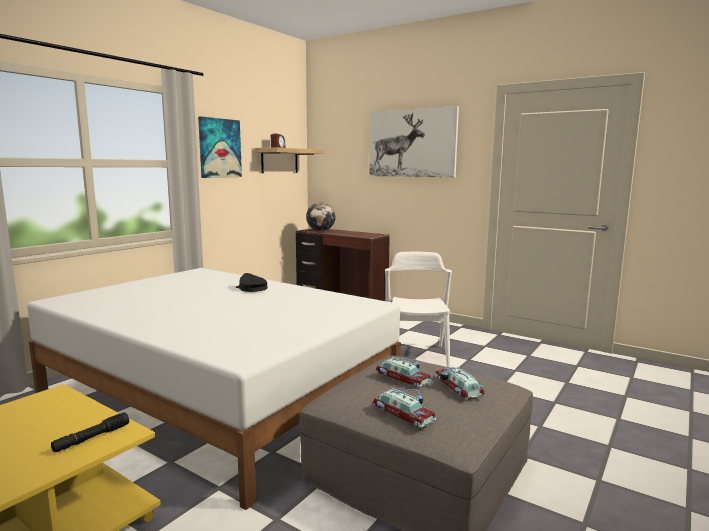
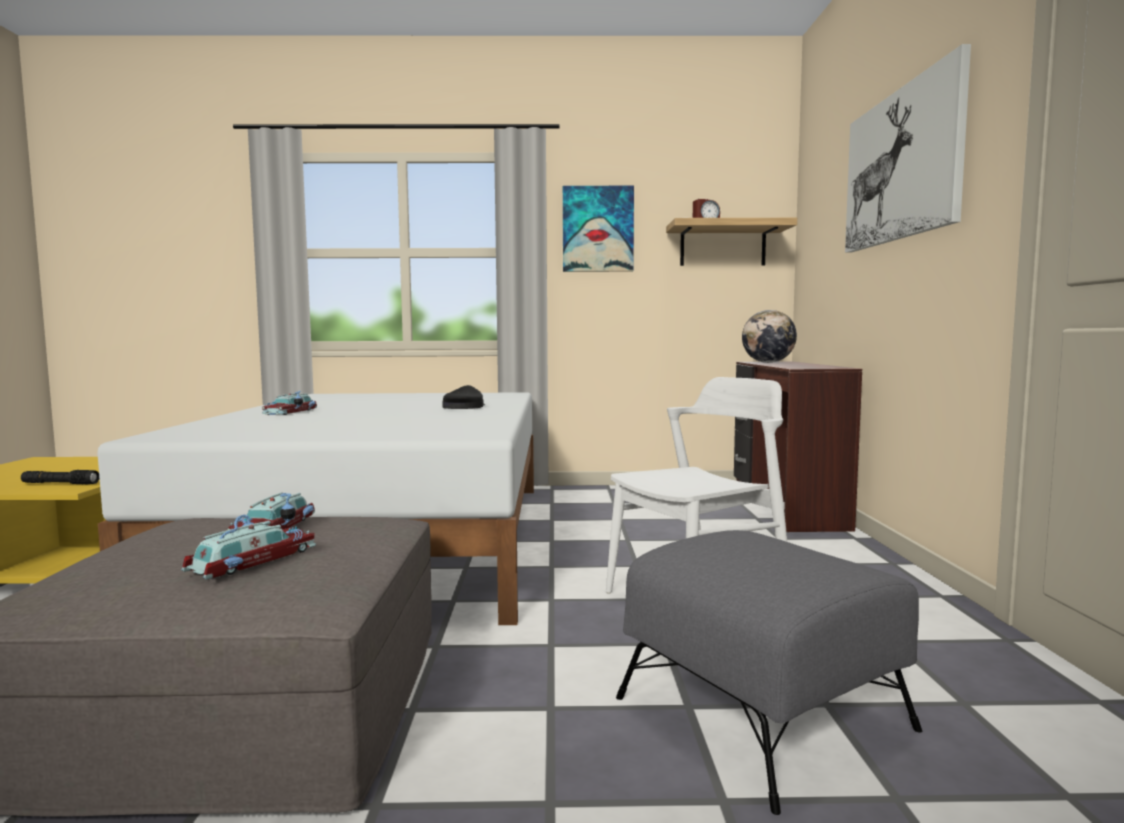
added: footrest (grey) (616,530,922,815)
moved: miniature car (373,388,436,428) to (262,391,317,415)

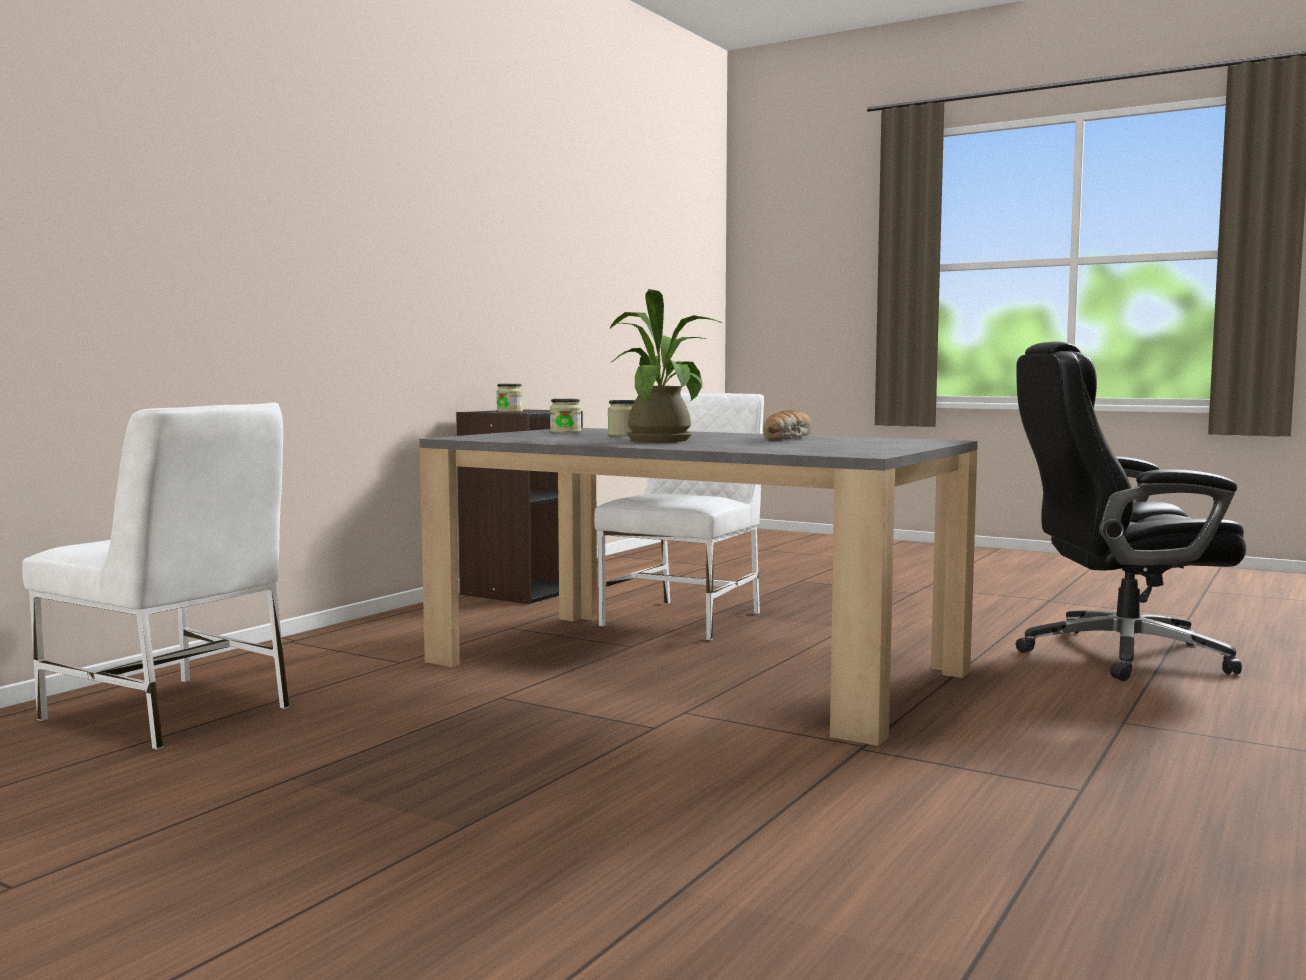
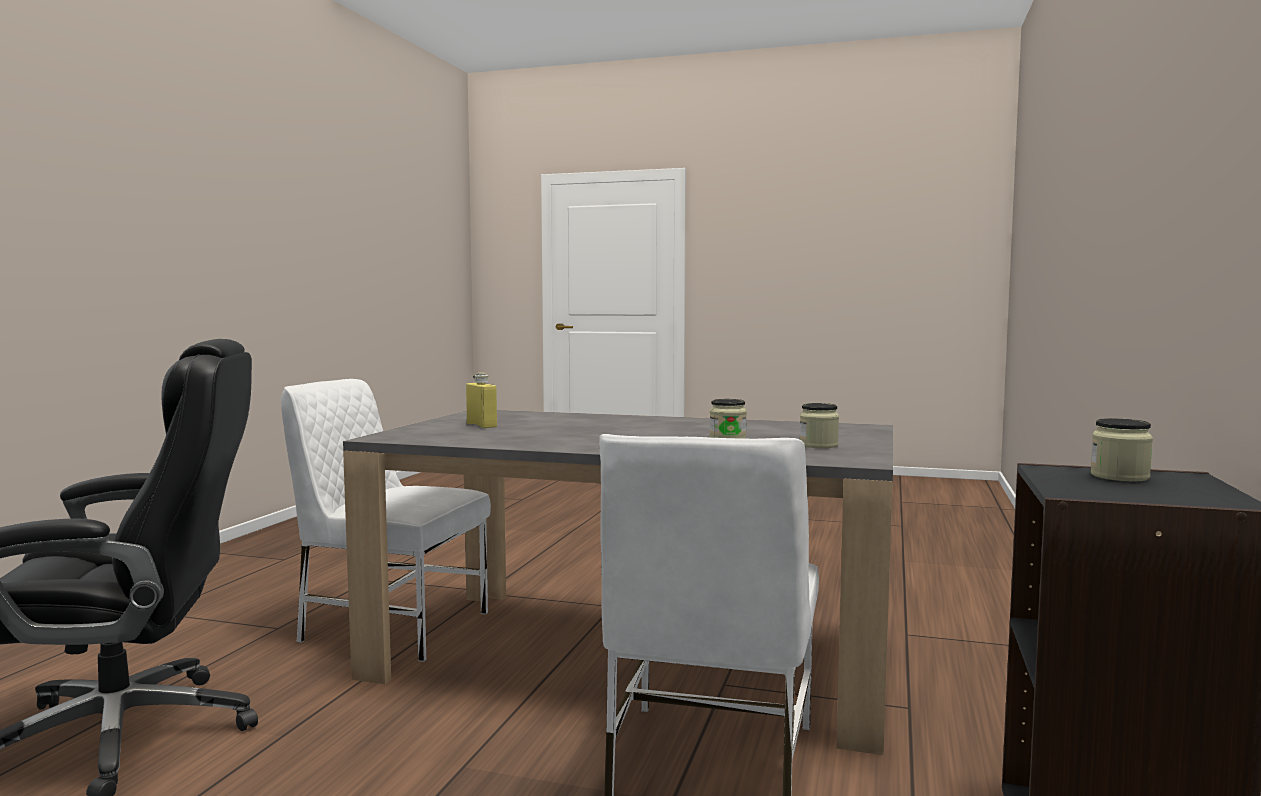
removed: plant in a pot (610,289,722,442); bakery bread (763,410,812,440)
added: beverage bottle (yellowish) (466,373,497,428)
moved: upright chair (white) (22,403,290,750) to (281,379,491,662)

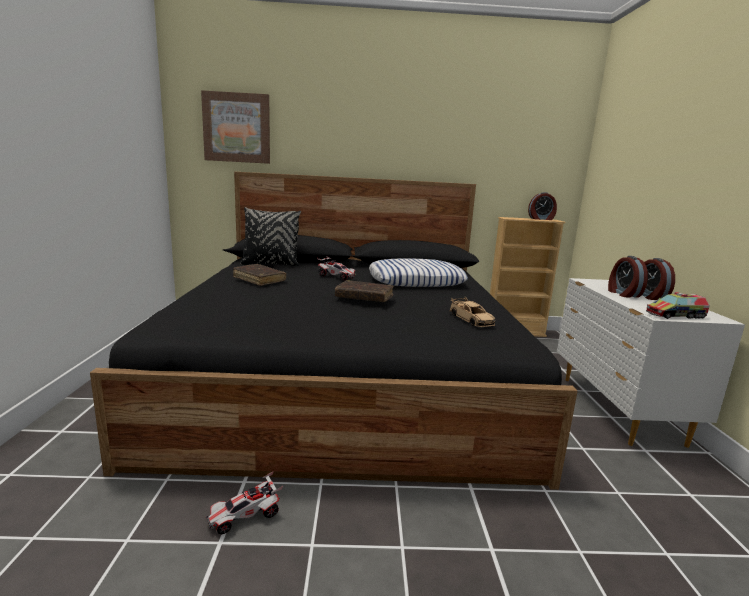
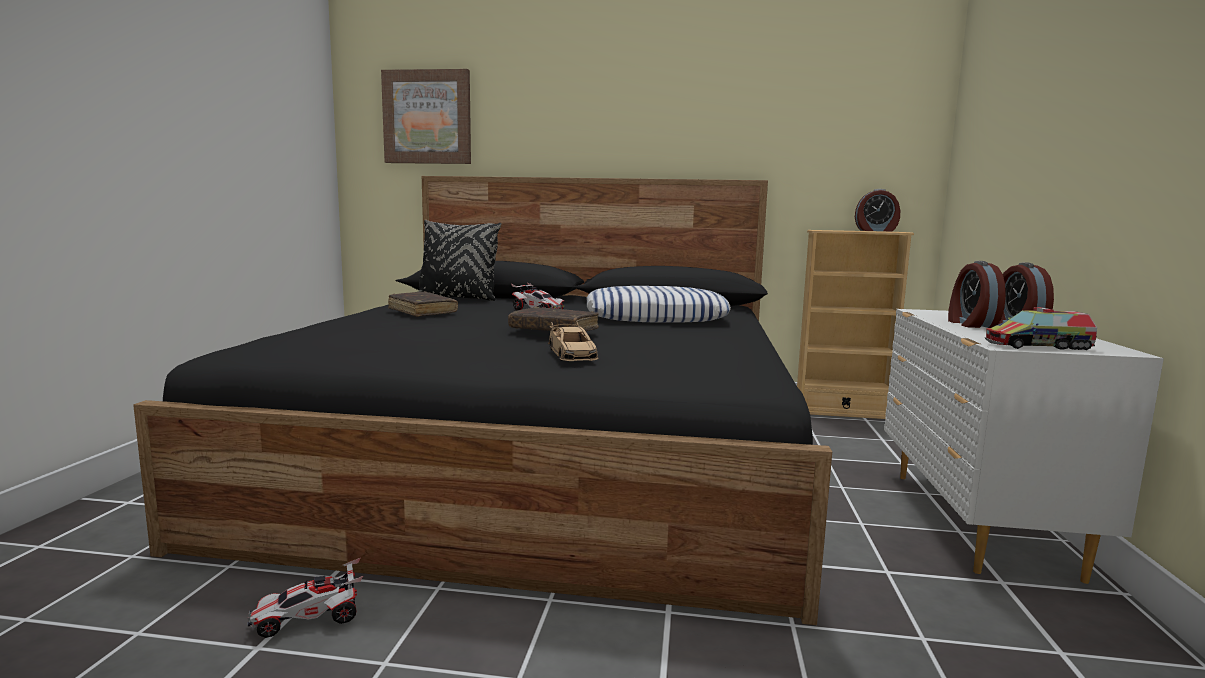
moved: miniature car (beige-coloured) (449,297,495,327) to (548,322,599,361)

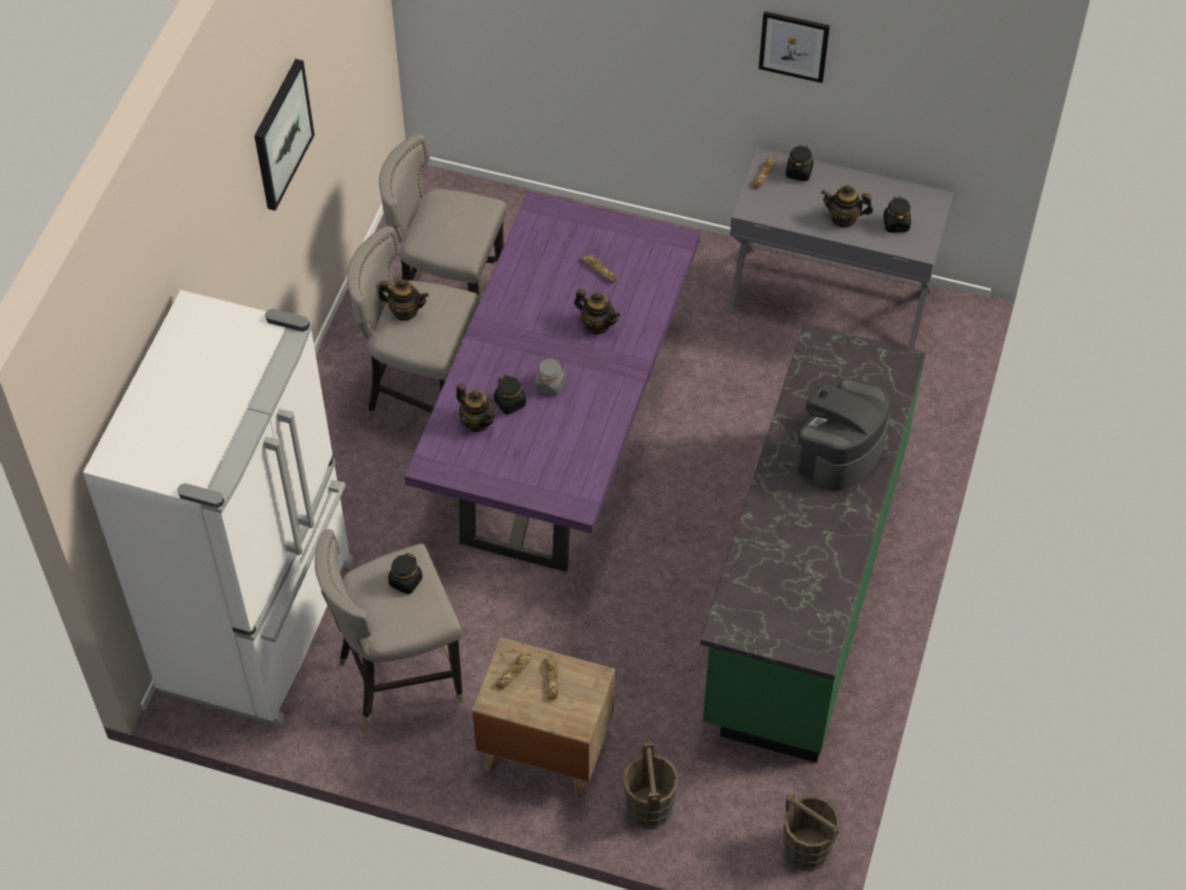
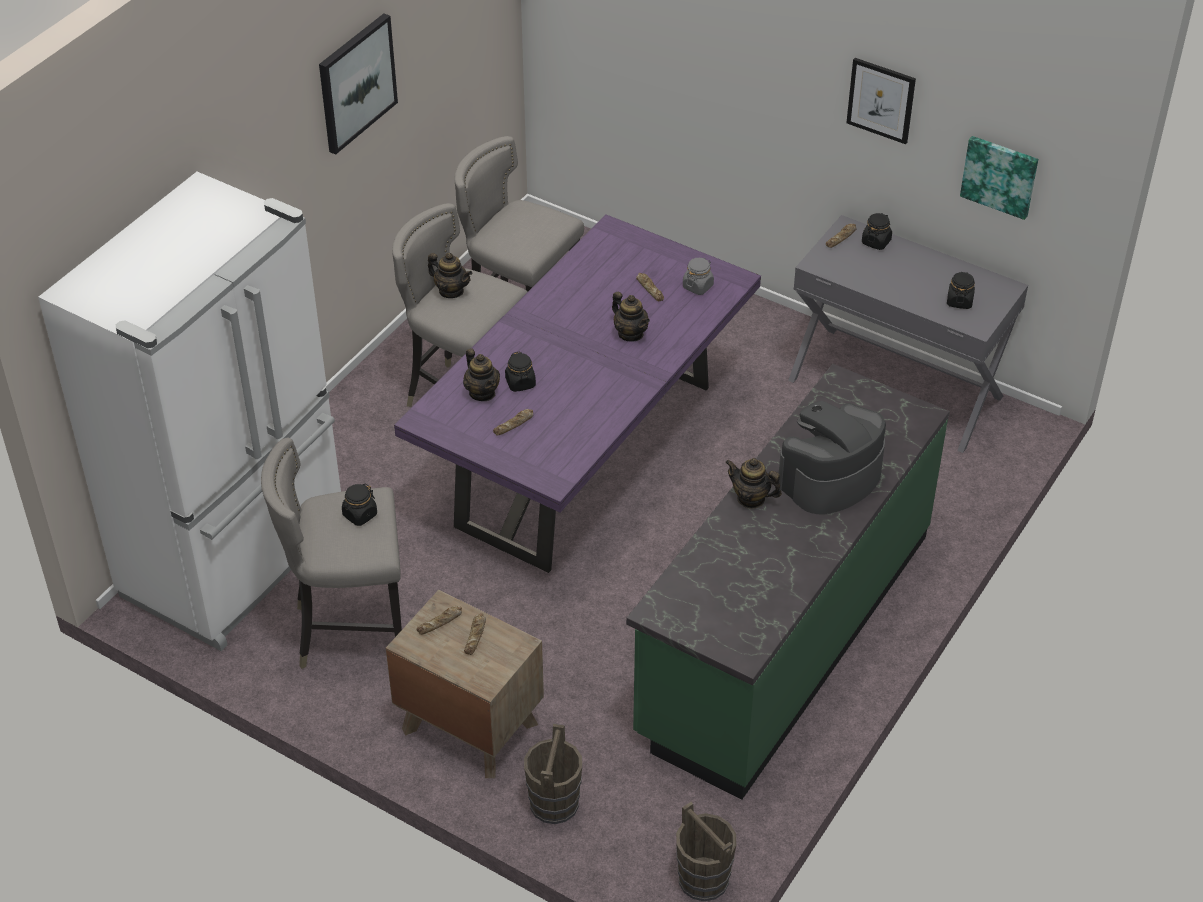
added: bakery bread (493,409,533,436); picture (960,136,1038,220)
moved: storage jar (grey) (534,357,566,396) to (683,258,714,295); tea pot (821,185,873,228) to (725,458,782,509)

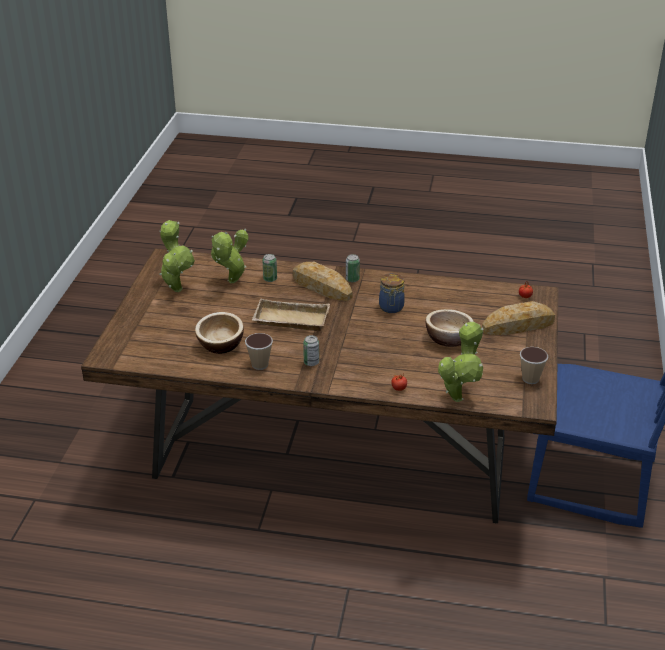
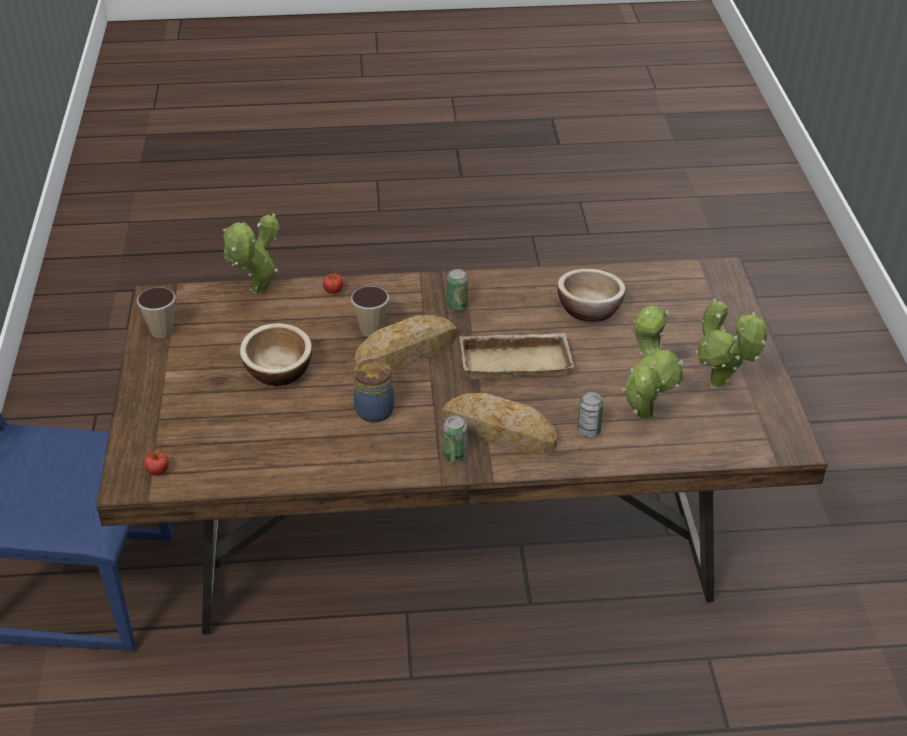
moved: drinking cup (245,333,273,370) to (351,286,389,337); bakery bread (482,301,555,335) to (355,315,457,370)

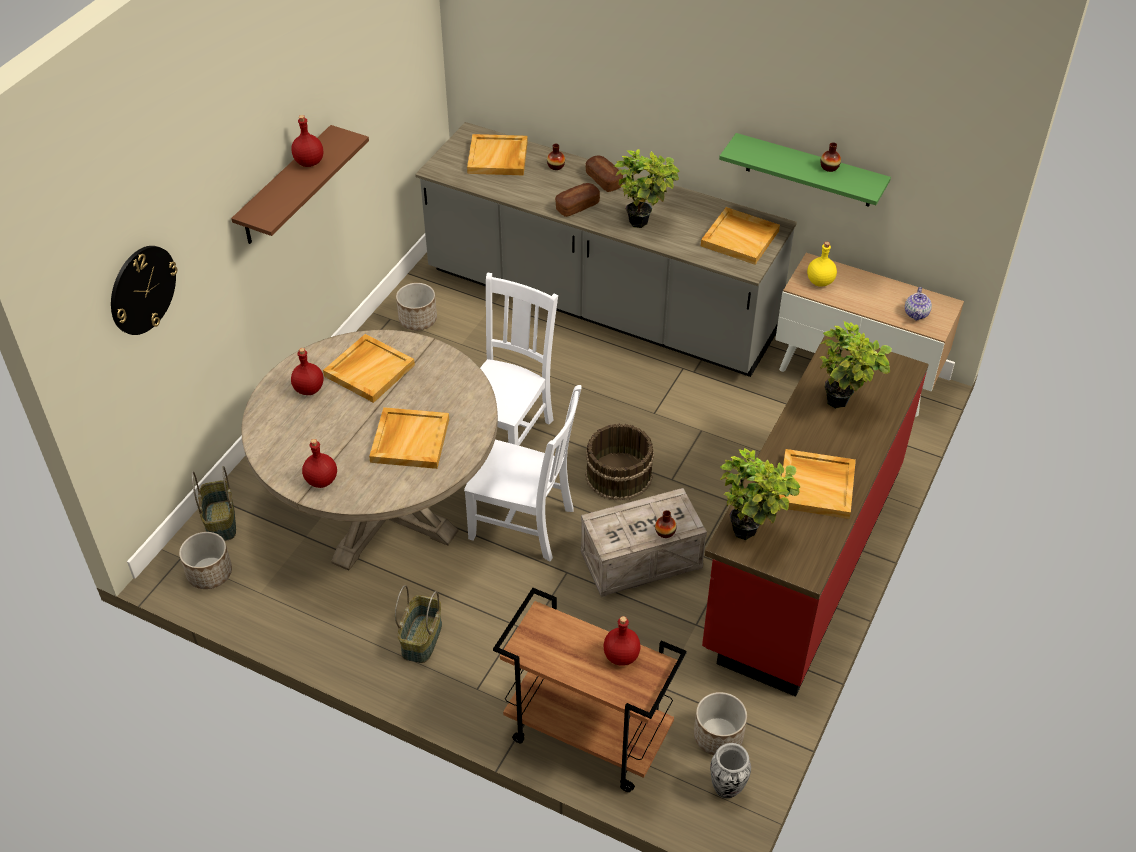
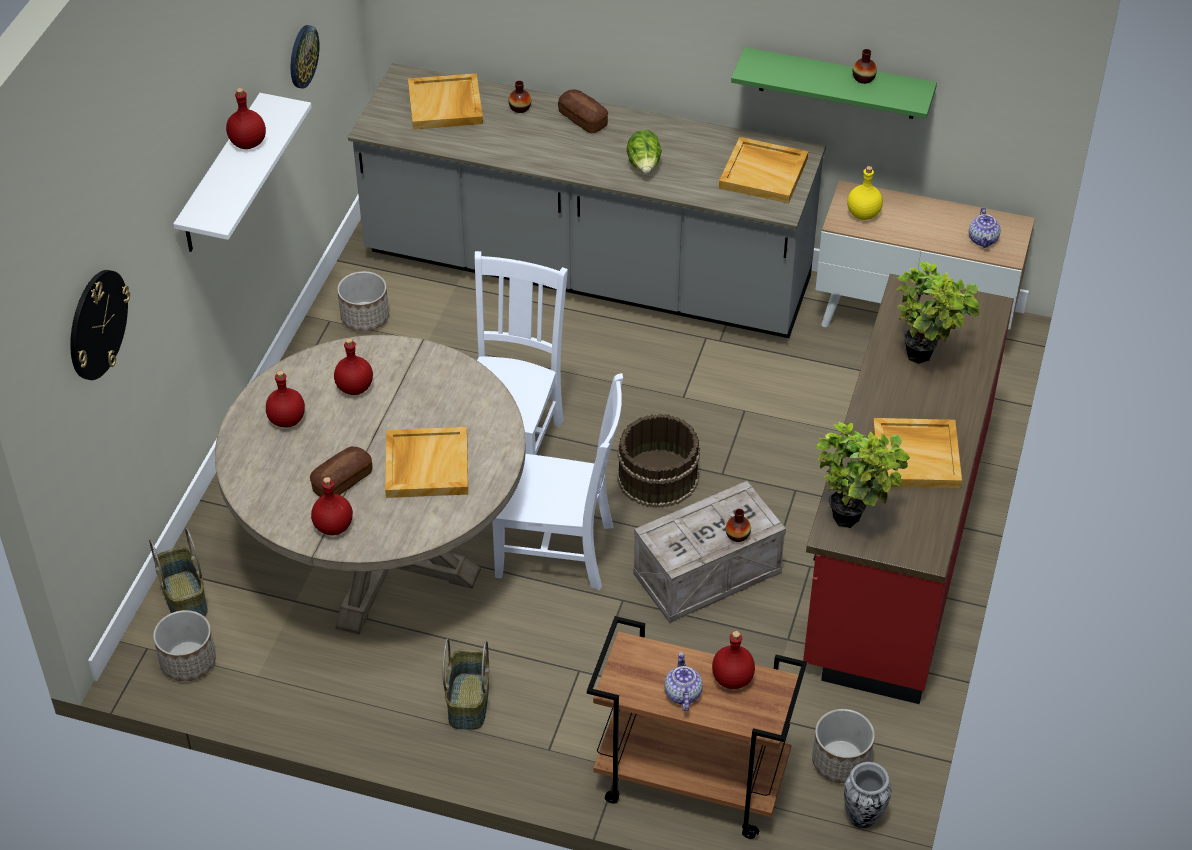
added: wall clock (291,25,320,89); tea pot (664,652,703,711)
moved: bakery bread (555,183,600,217) to (310,447,373,497)
replaced: serving tray (beige-coloured) (323,334,415,403) to beverage bottle (red) (334,338,373,395); plant in a pot (614,149,680,228) to lettuce head (627,130,662,173)
recoloured: shelf (brown-coloured) (231,125,369,244) to shelf (white) (173,93,312,252)

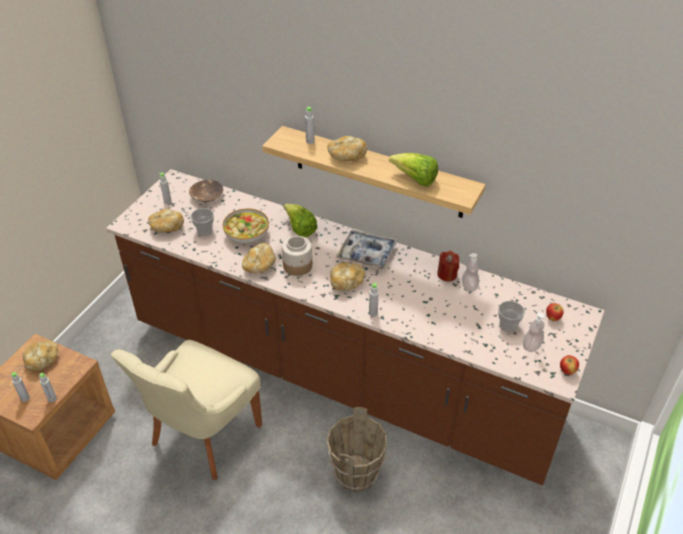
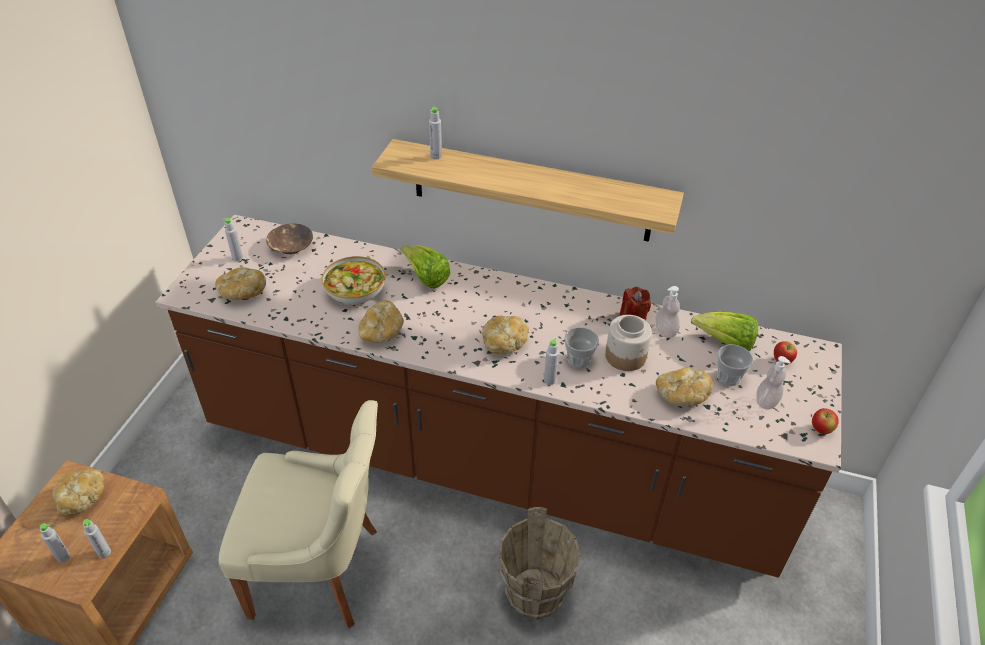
removed: serving tray (336,230,397,270)
moved: drinking cup (191,208,214,236) to (565,327,599,368); storage jar (282,236,312,276) to (605,315,652,371); bakery bread (328,136,367,161) to (656,368,713,406); lettuce head (389,153,438,187) to (691,312,758,351)
turned: upright chair (beige-coloured) (110,340,262,480) = (219,400,378,628) 105 degrees counterclockwise

